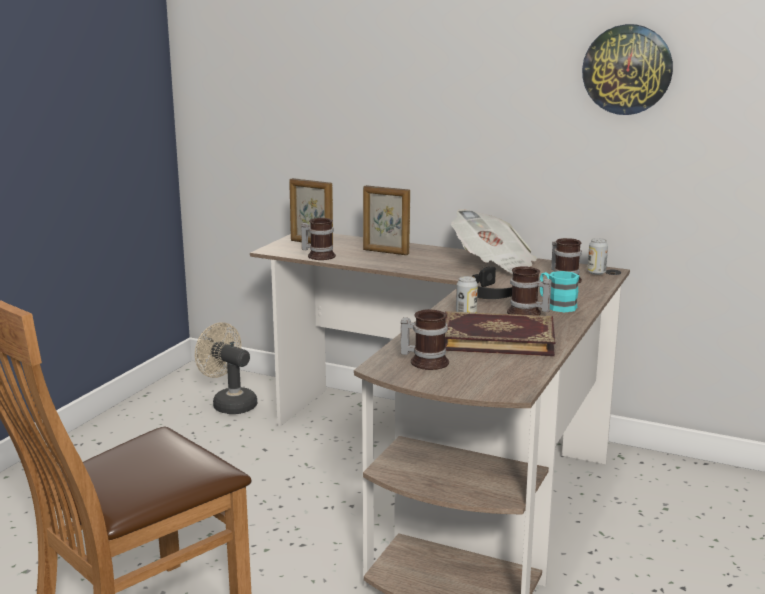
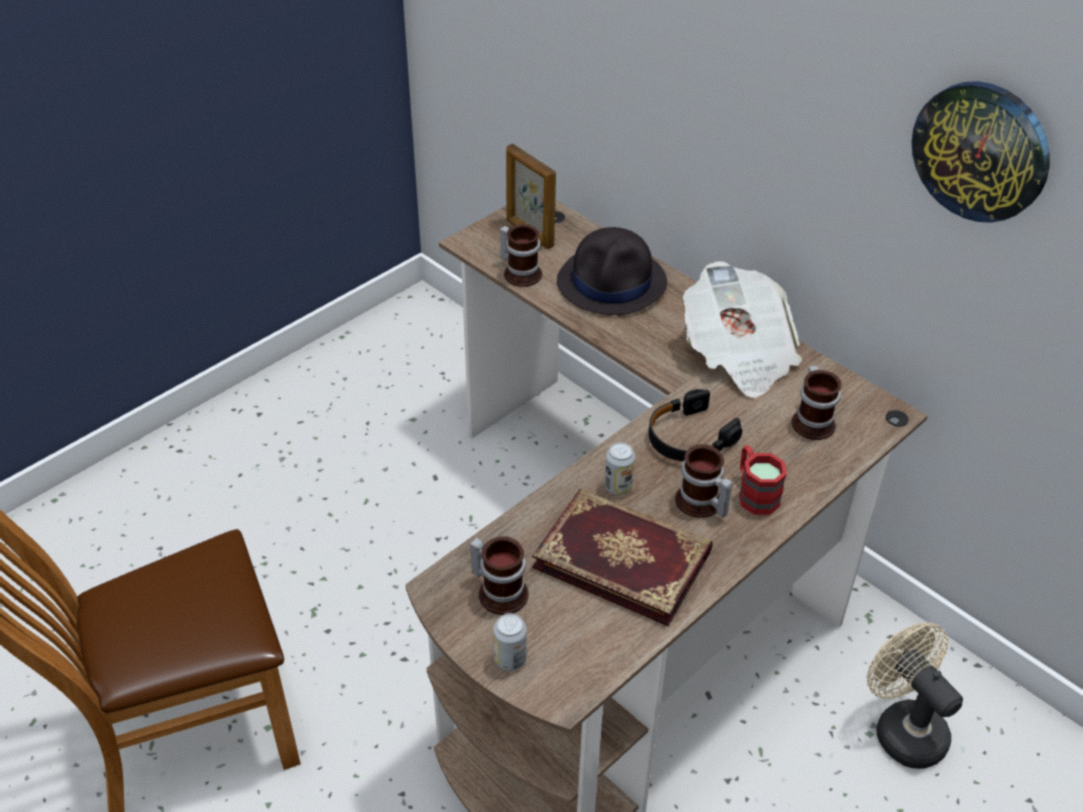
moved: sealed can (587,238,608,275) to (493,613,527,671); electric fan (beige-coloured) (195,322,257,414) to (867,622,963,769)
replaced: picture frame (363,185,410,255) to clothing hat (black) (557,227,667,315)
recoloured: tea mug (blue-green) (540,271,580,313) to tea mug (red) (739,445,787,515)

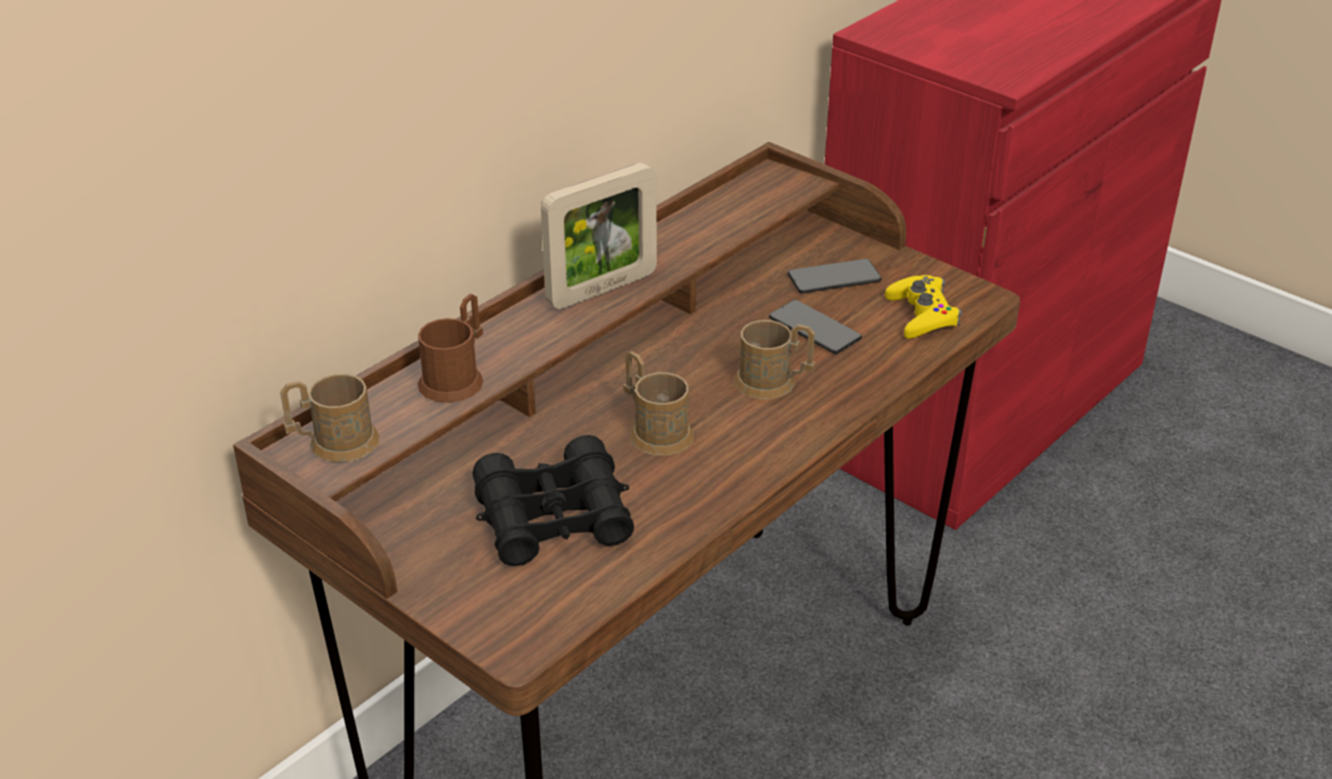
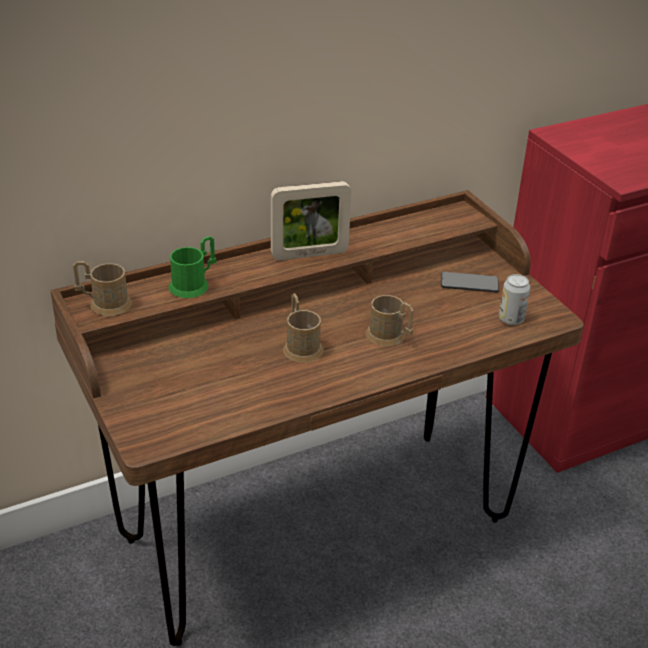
removed: pair of binoculars (black) (472,435,634,566); telephone (769,300,862,354)
replaced: gamepad (yellowish) (885,275,962,339) to sealed can (499,274,530,325)
recoloured: tea mug (brown-coloured) (418,293,483,403) to tea mug (greenish) (169,236,217,298)

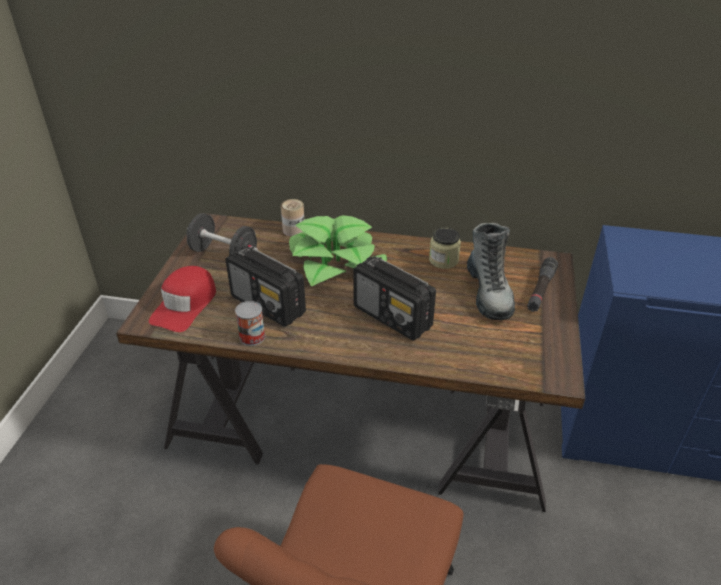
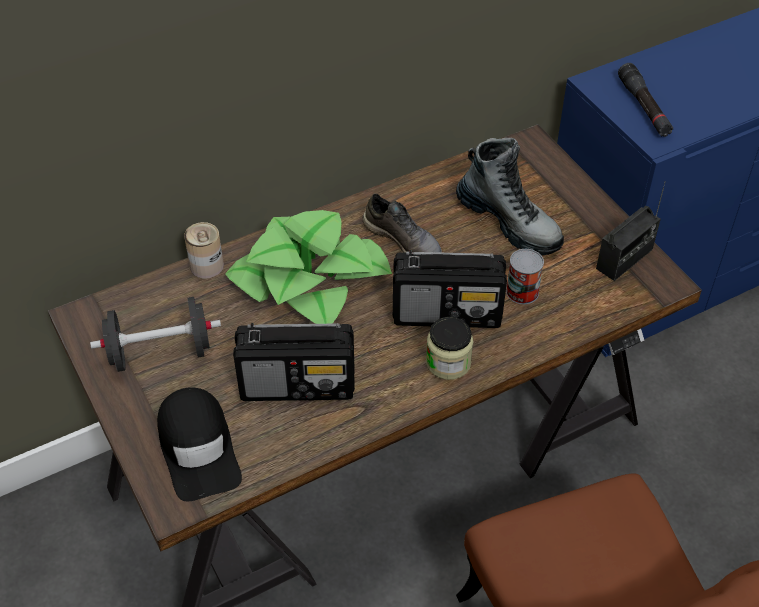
added: low shoe (grey) (363,194,442,253); radio set (596,182,665,281)
moved: storage jar (429,228,461,269) to (426,317,473,380); sealed can (235,301,265,346) to (506,249,544,304); torch (black) (527,257,558,312) to (618,63,673,137)
recoloured: cap (red) (149,266,216,332) to cap (black) (157,388,242,502)

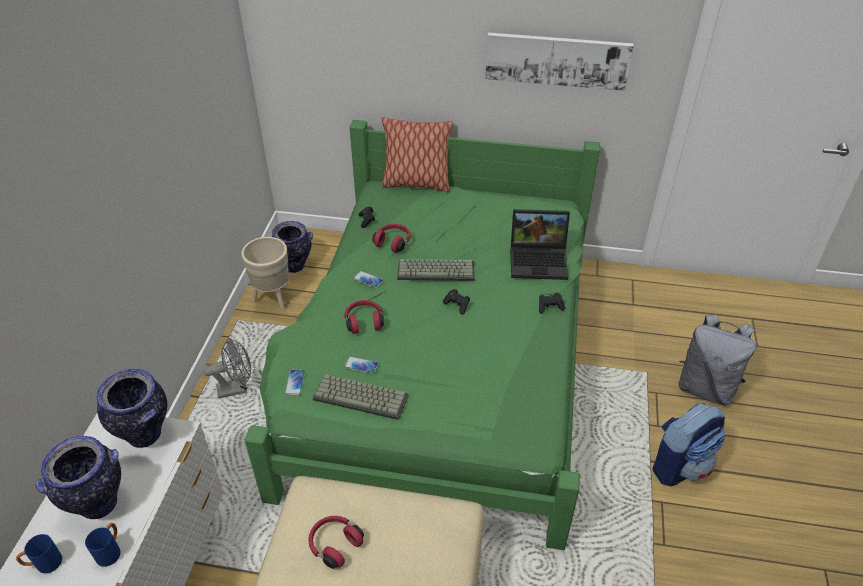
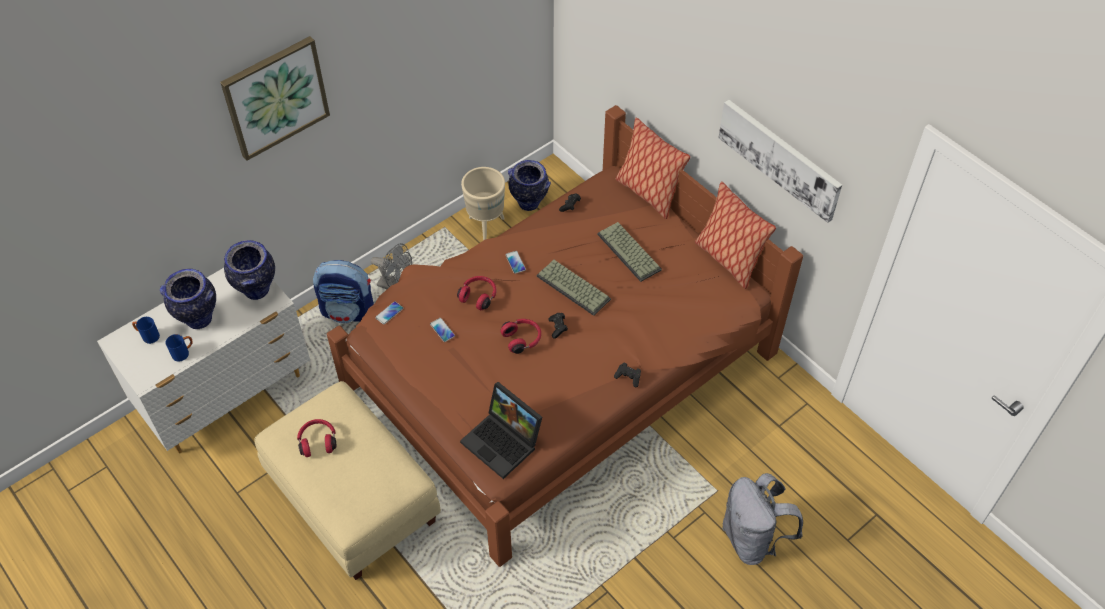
added: picture (220,36,330,161); pillow (695,182,776,289)
moved: rucksack (652,403,725,486) to (313,260,374,323); laptop (510,209,570,280) to (460,382,542,479); headphones (red) (372,224,411,253) to (501,319,541,354); PC keyboard (313,374,409,420) to (597,222,662,282)
recoloured: bed (greenish) (245,120,600,550) to bed (brown-coloured) (327,105,803,567)

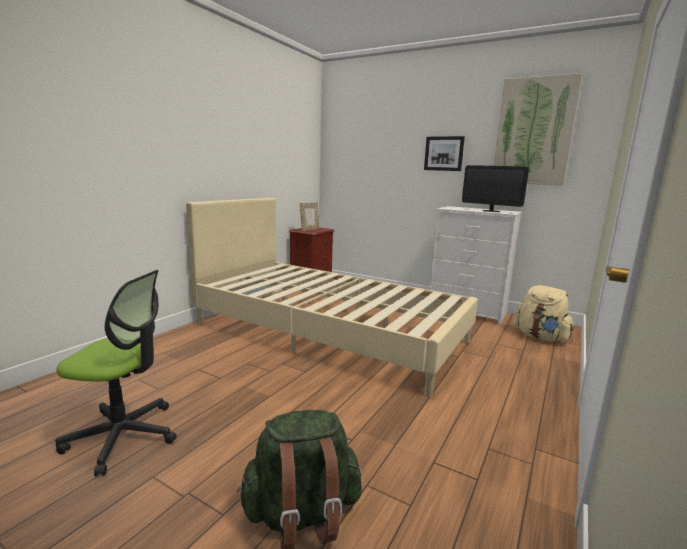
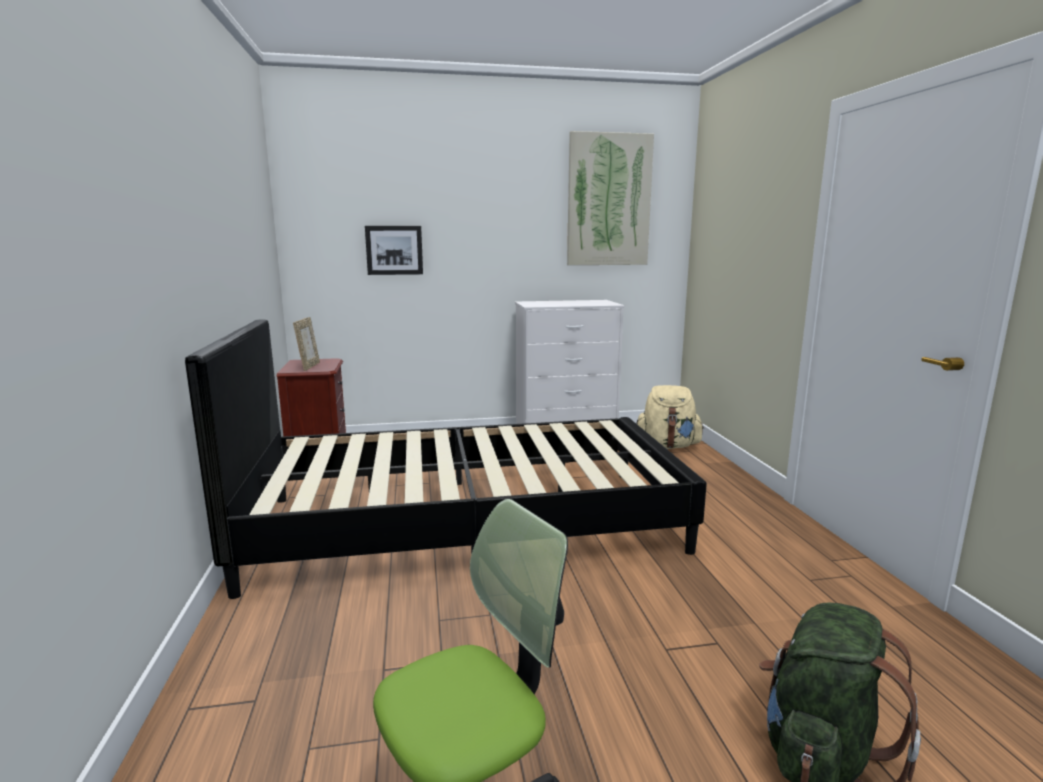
removed: monitor (462,165,529,212)
moved: picture (424,136,465,171) to (365,226,423,275)
recoloured: bed (beige-coloured) (186,198,478,397) to bed (black) (185,319,707,599)

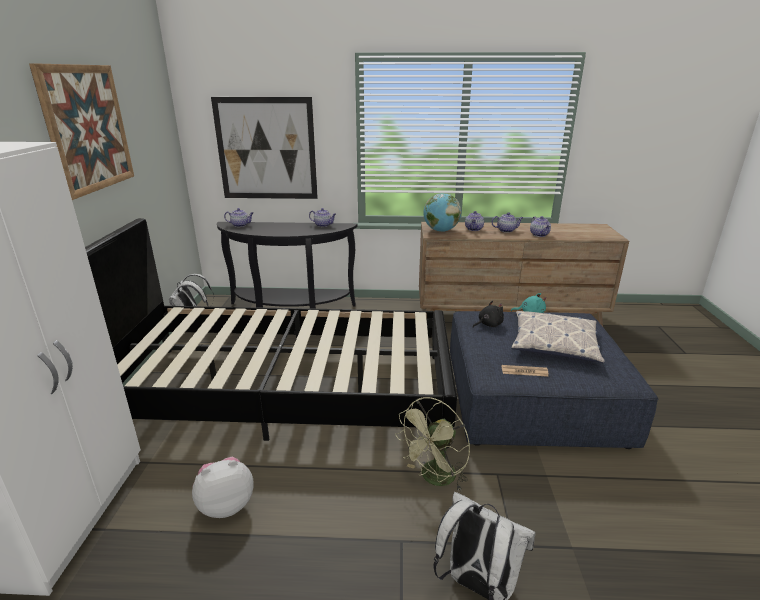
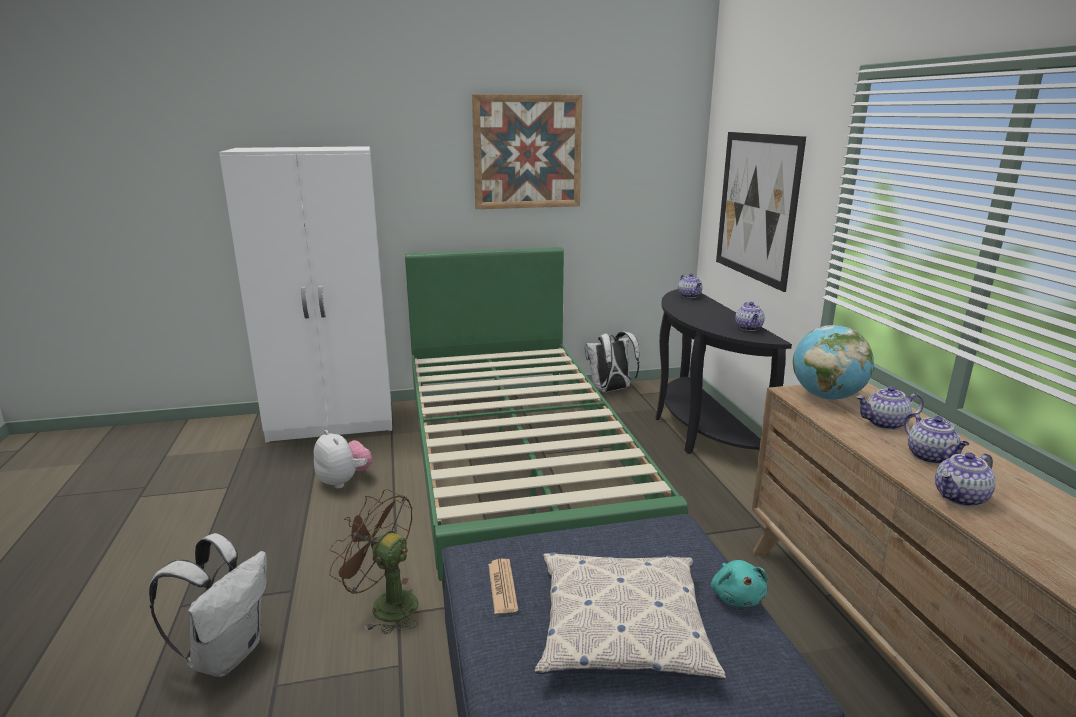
removed: soft toy (black) (473,301,504,328)
recoloured: electric fan (greenish) (395,397,470,491) to electric fan (brown-coloured) (329,489,418,634); bed (black) (85,218,457,448) to bed (greenish) (405,247,688,597)

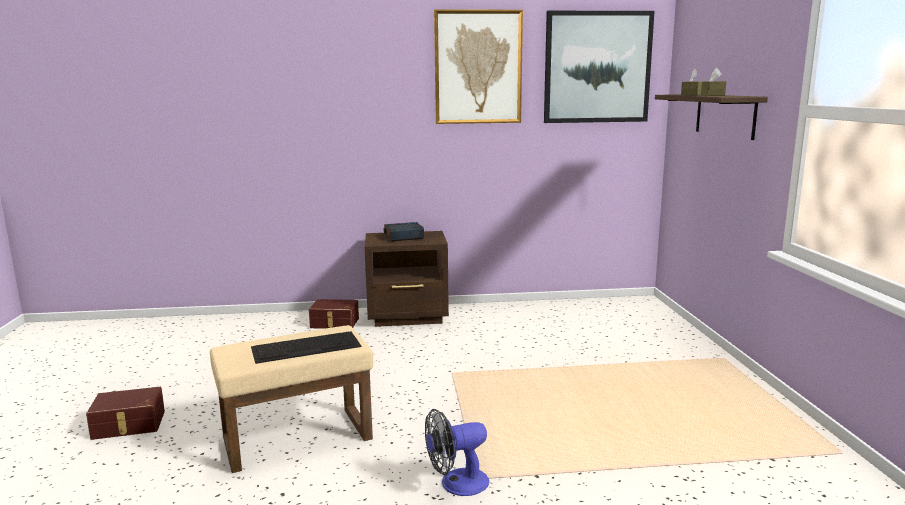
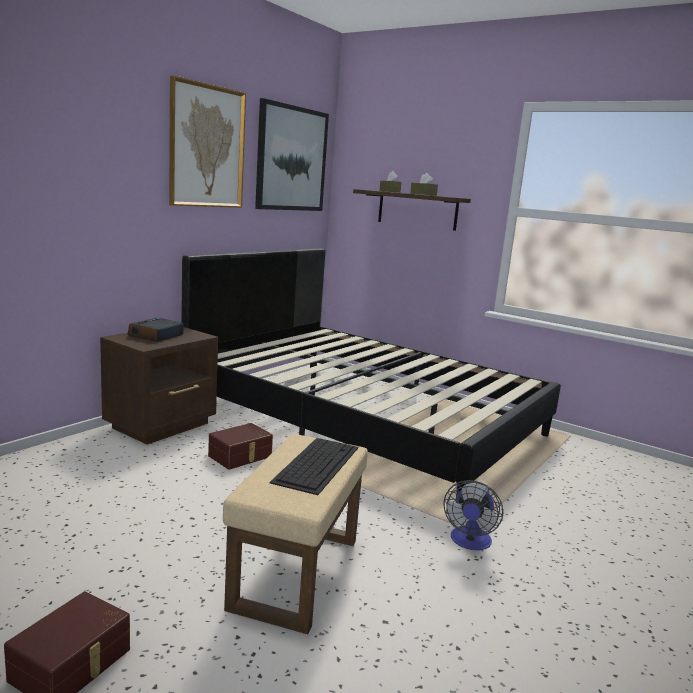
added: bed (black) (181,248,561,503)
moved: storage container (brown-coloured) (309,299,359,329) to (208,423,273,470)

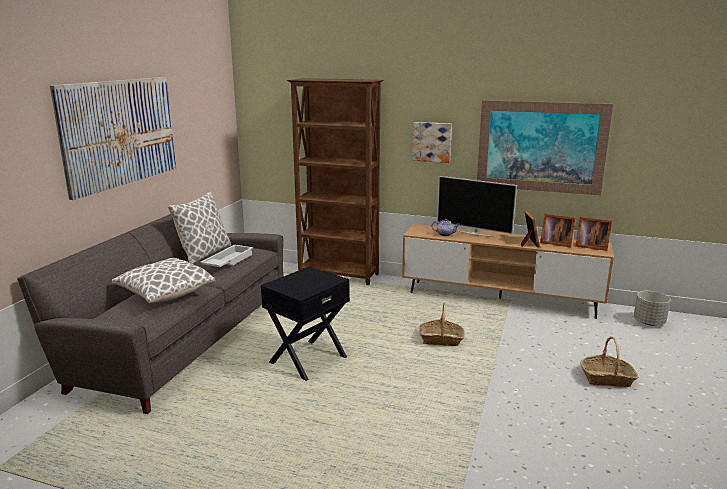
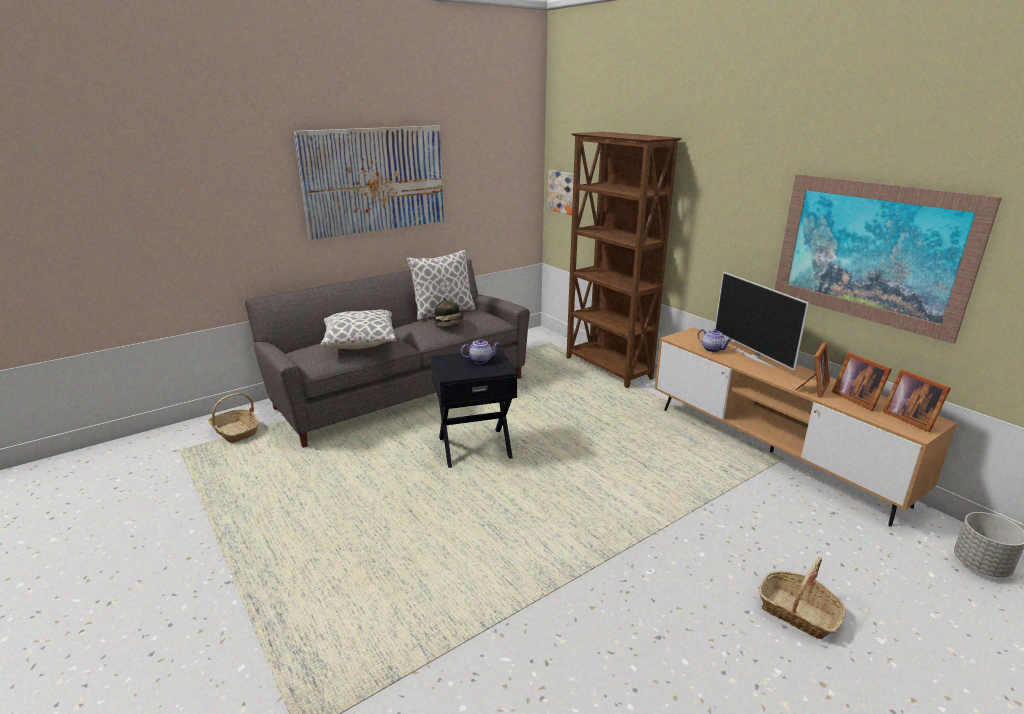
added: tea pot (461,339,499,364)
moved: storage basket (419,303,465,346) to (208,393,259,443); picture (412,122,452,163) to (547,170,574,215)
replaced: serving tray (white) (200,245,253,267) to clothing hat (434,297,464,326)

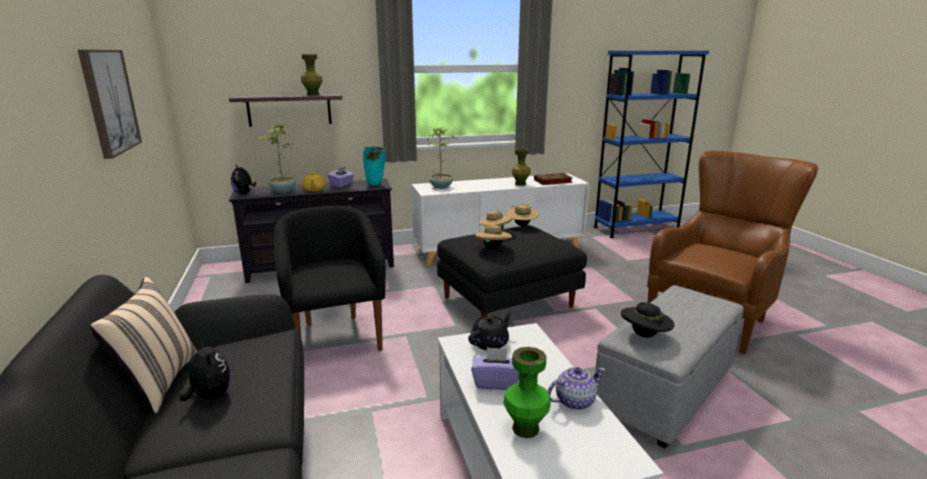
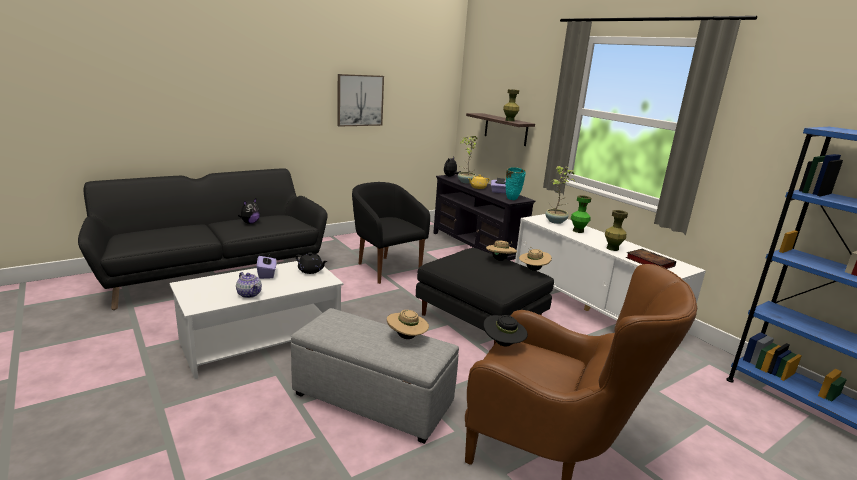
removed: pillow (beige-coloured) (90,277,197,414)
moved: clothing hat (beige-coloured) (475,225,512,249) to (387,310,429,339); clothing hat (black) (621,302,675,338) to (483,315,528,346); flower vase (greenish) (503,347,551,438) to (571,195,591,233)
turned: armchair (black) (274,206,386,351) = (352,182,430,284) 90 degrees counterclockwise

